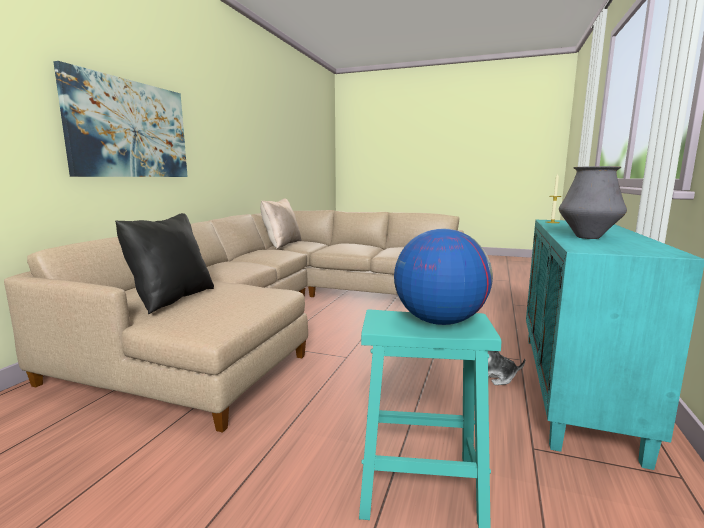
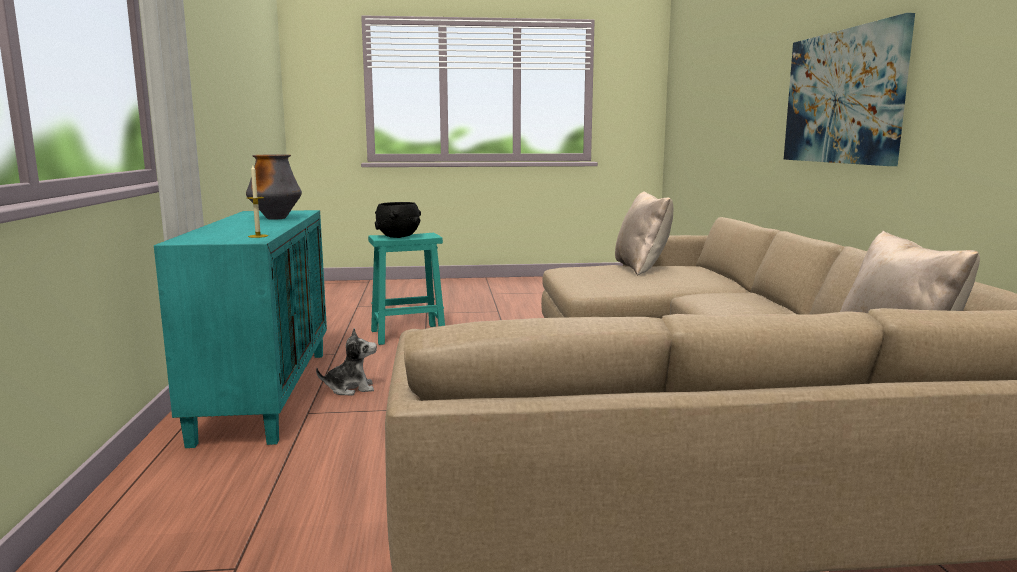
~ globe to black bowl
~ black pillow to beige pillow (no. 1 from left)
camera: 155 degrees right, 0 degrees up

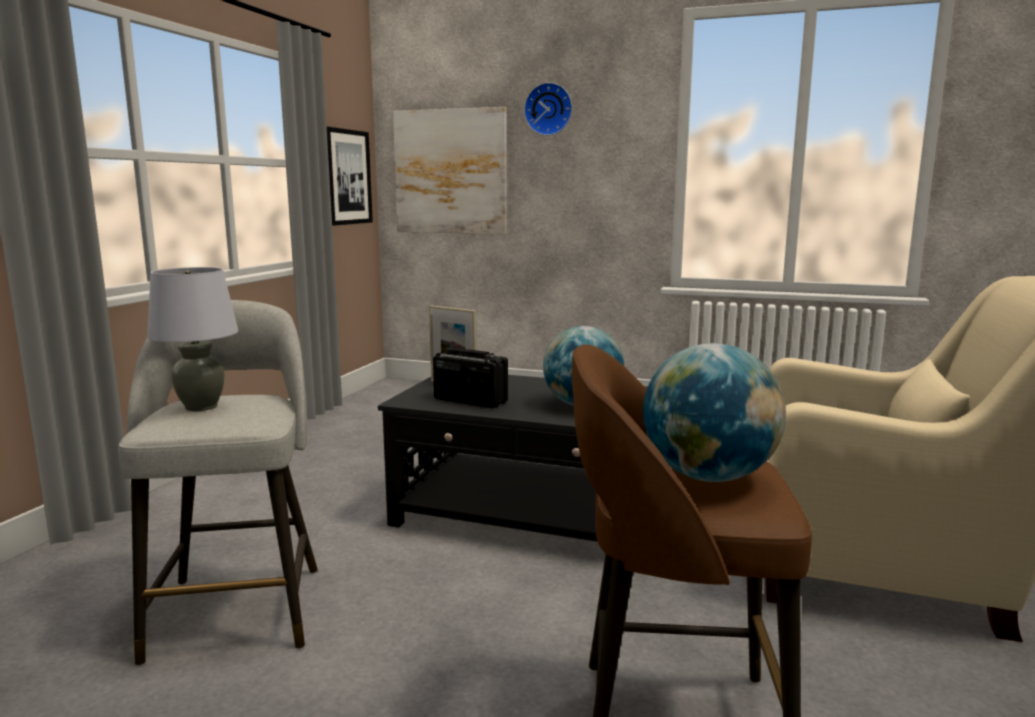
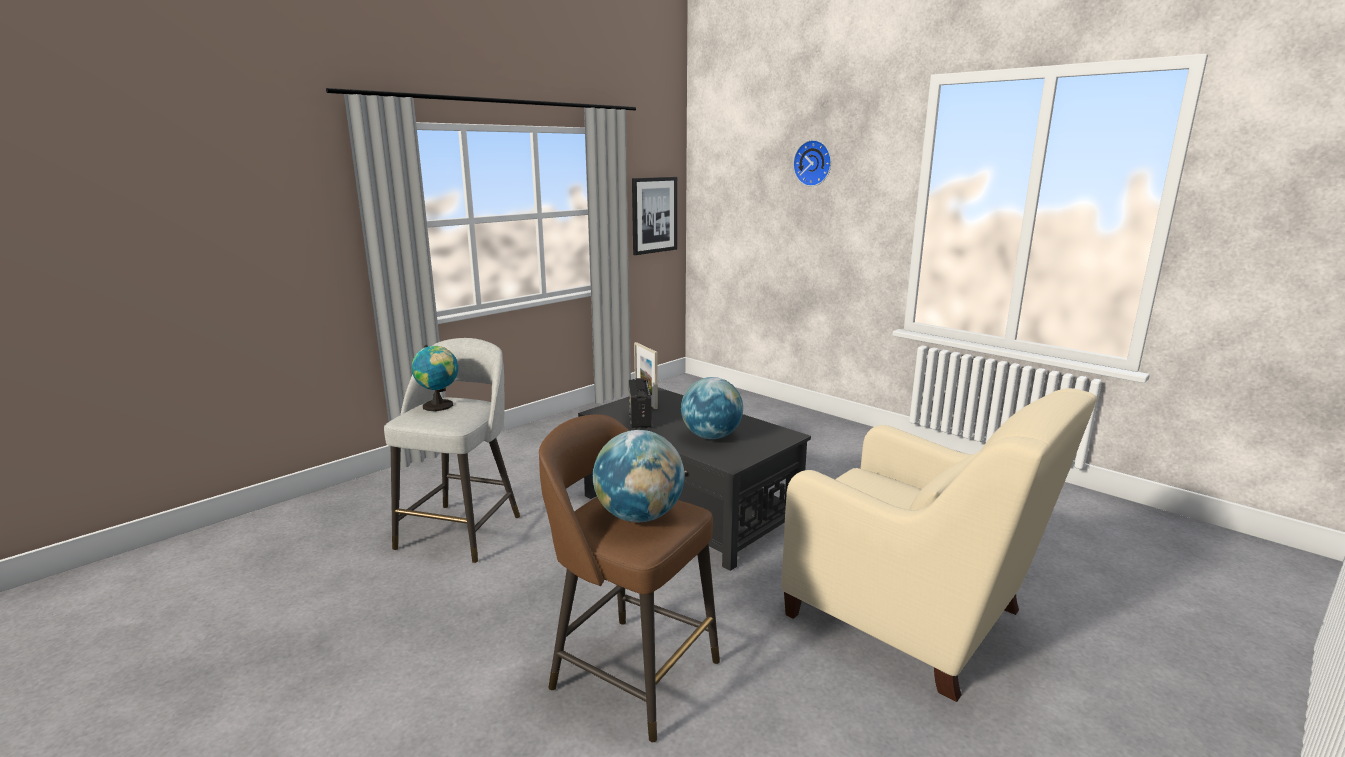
~ grey table lamp to globe (no. 1 from left)
~ radio 150 degrees counterclockwise
- picture (no. 2 from left)
camera: 25 degrees right, 5 degrees up

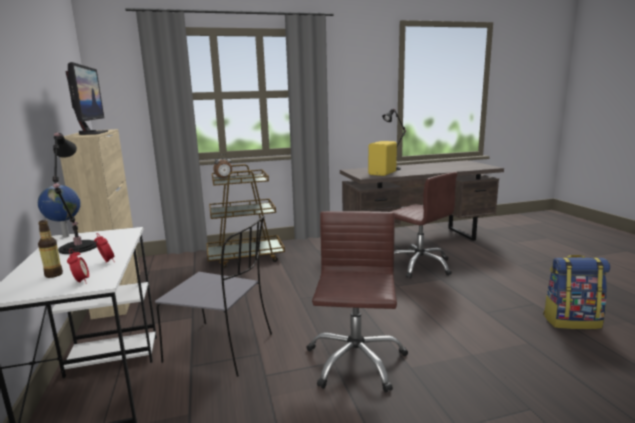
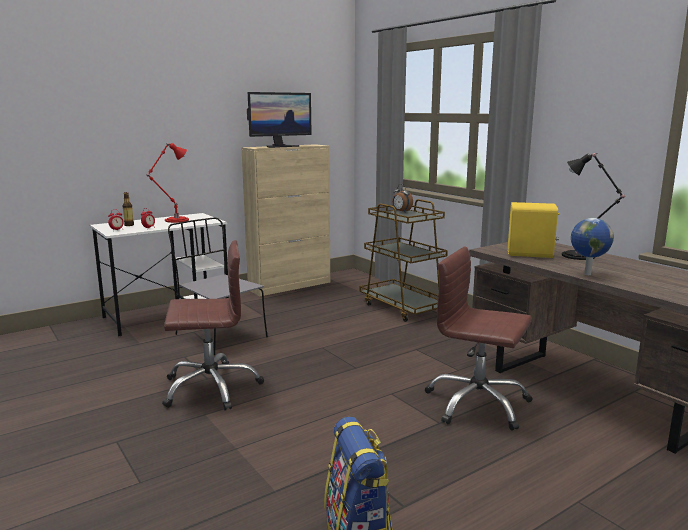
~ black table lamp (no. 1 from left) to red table lamp
~ grey chair 135 degrees clockwise
~ brown office chair (no. 2 from left) 90 degrees clockwise
~ globe
camera: 70 degrees right, 0 degrees up

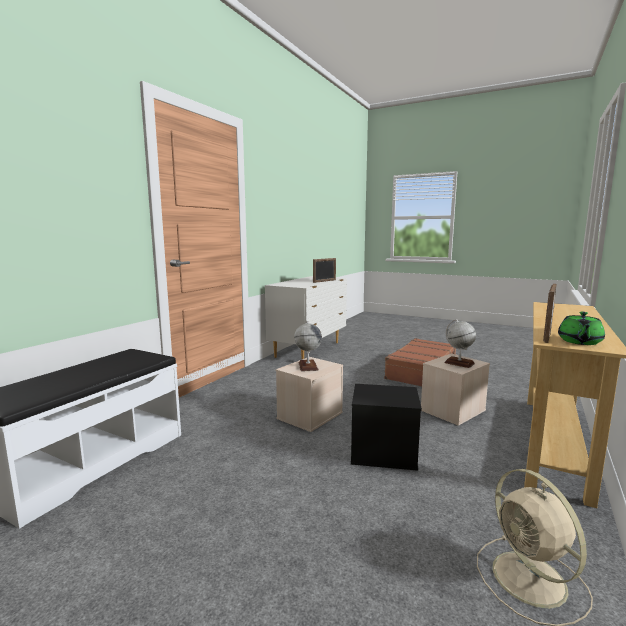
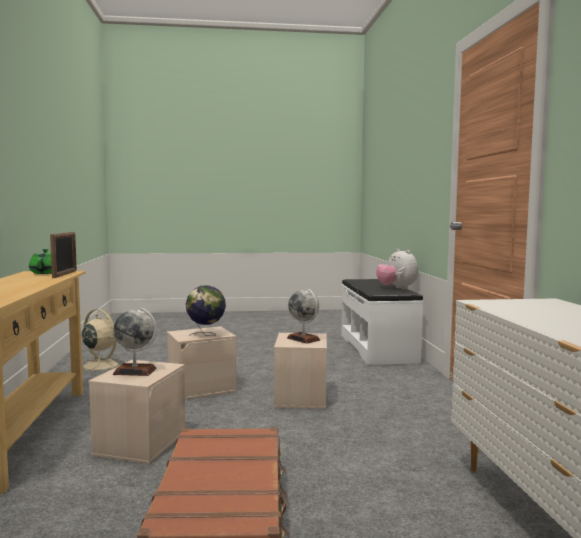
~ black storage box to beige storage box (no. 2 from left)
+ globe (no. 2 from left)
+ plush toy
- picture frame (no. 1 from left)
camera: 145 degrees right, 5 degrees down

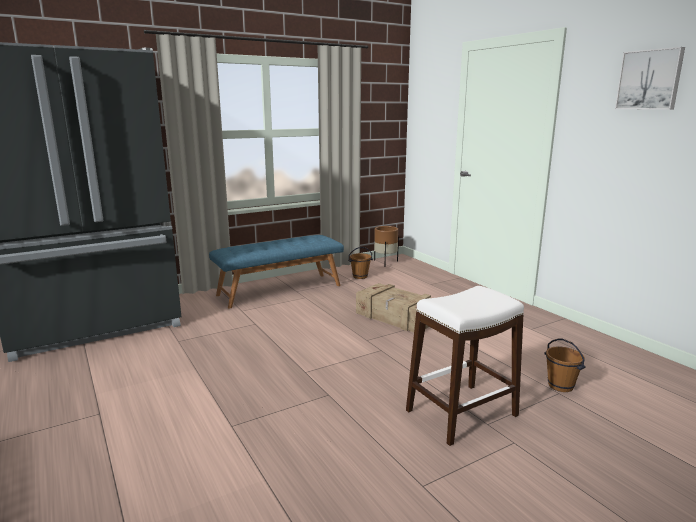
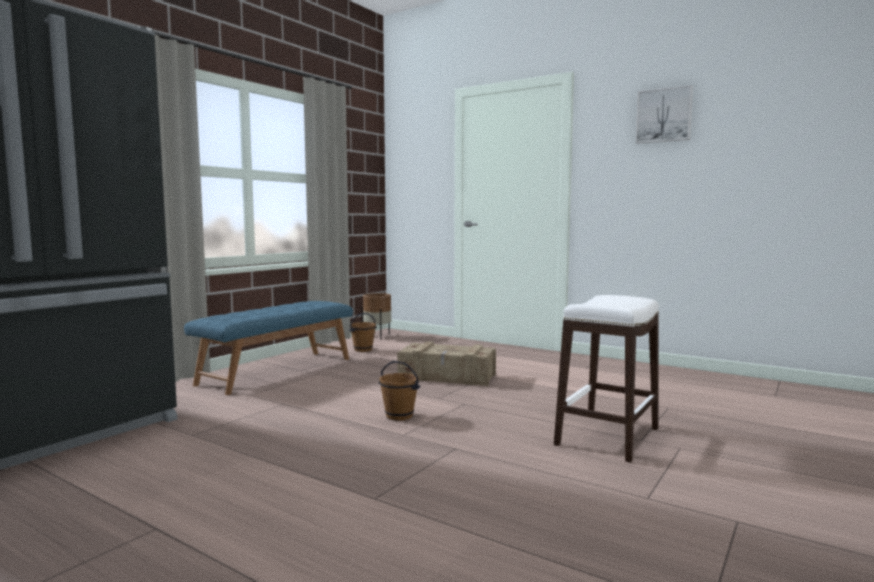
~ brown bucket (no. 2 from left)
camera: 25 degrees left, 10 degrees down

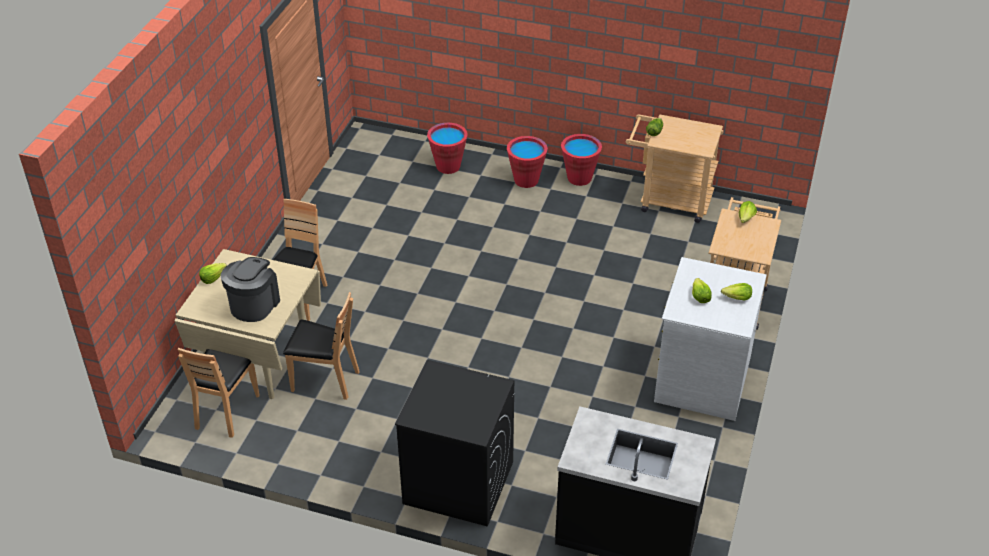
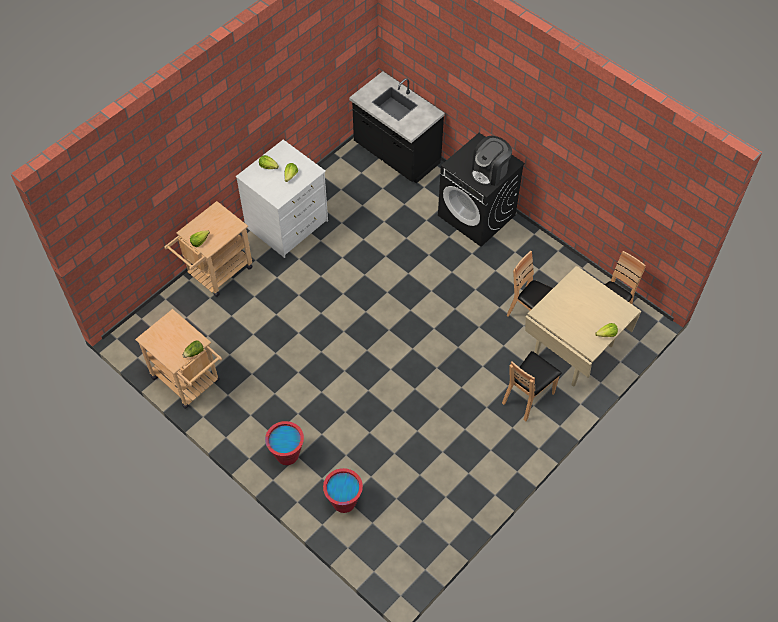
~ coffee machine
- red bucket (no. 3 from left)
camera: 155 degrees left, 15 degrees up

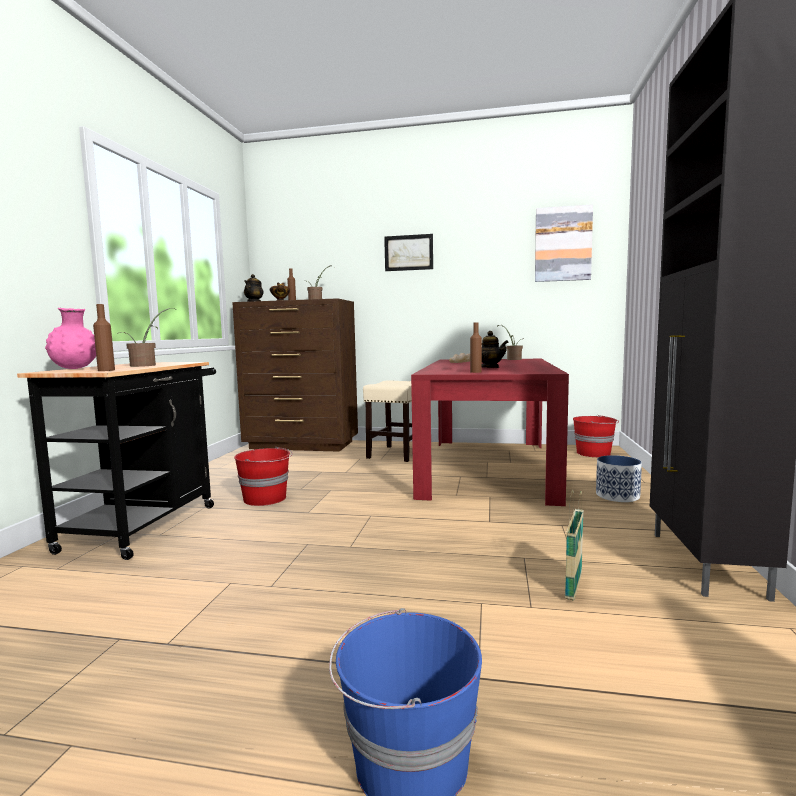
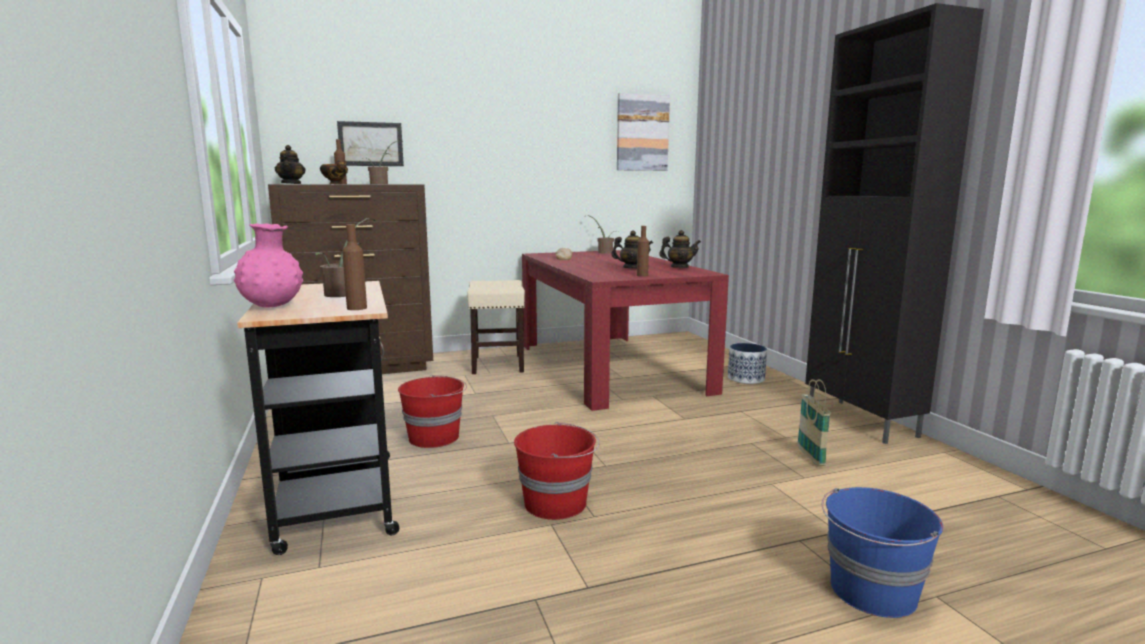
~ picture (no. 1 from left)
~ red bucket (no. 2 from left)
+ teapot (no. 3 from left)
camera: 30 degrees left, 5 degrees up

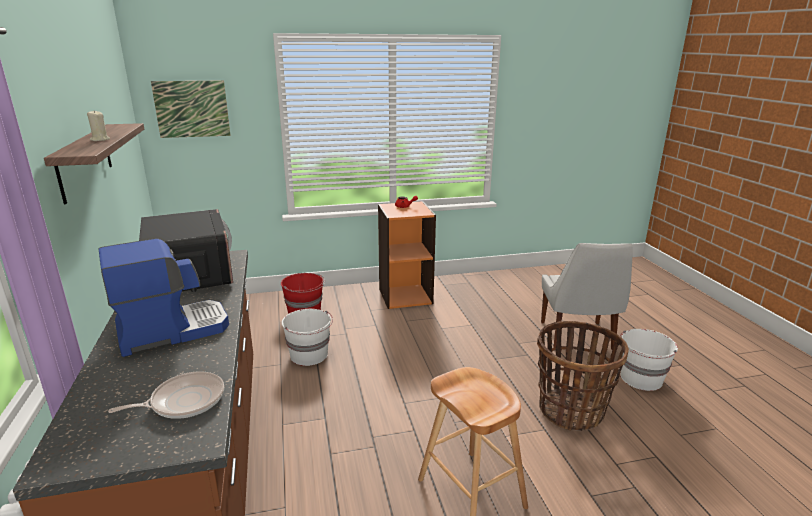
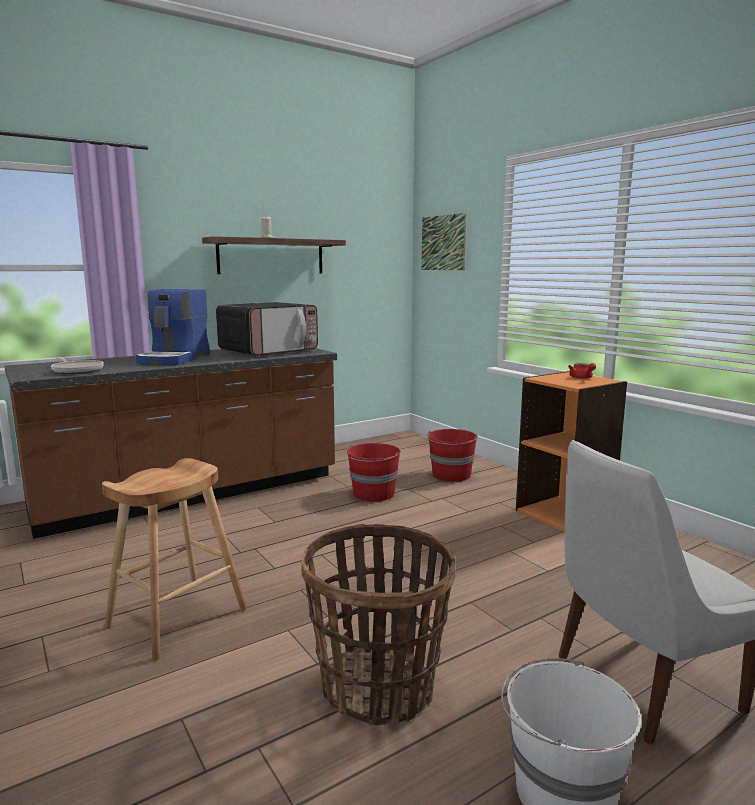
~ coffee machine 60 degrees clockwise
~ white bucket (no. 1 from left) to red bucket (no. 1 from left)
camera: 70 degrees right, 10 degrees down

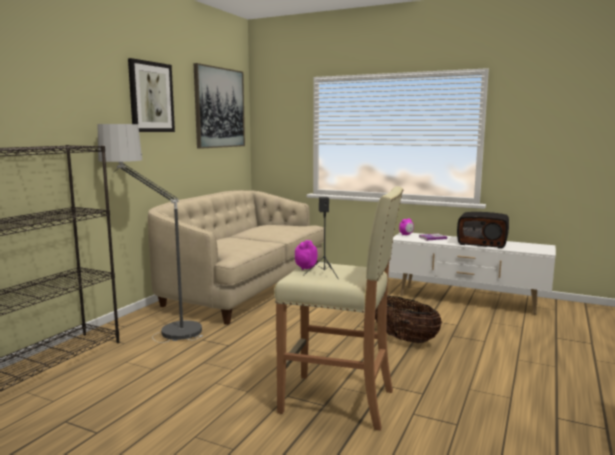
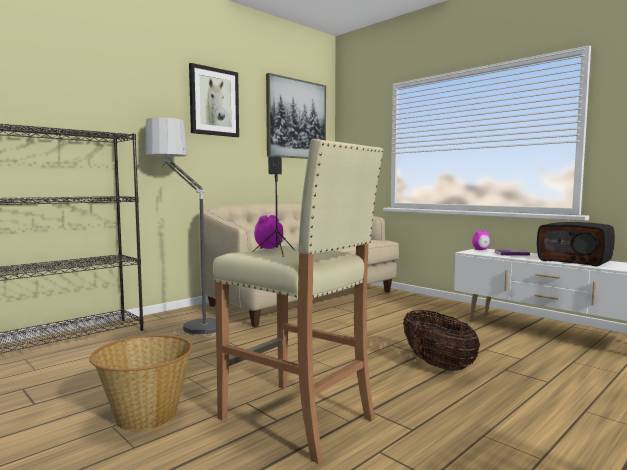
+ basket (no. 1 from left)
camera: 20 degrees right, 5 degrees down

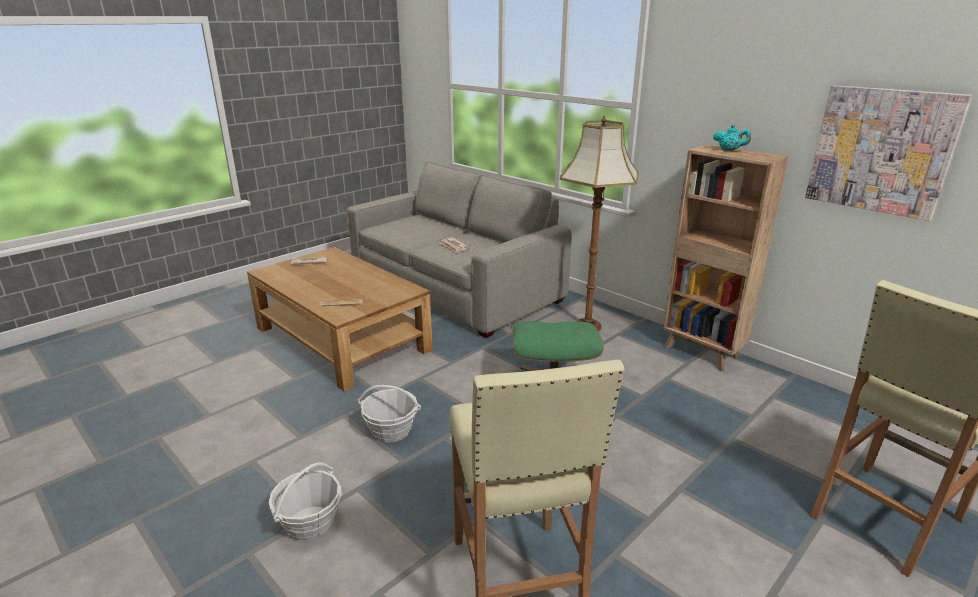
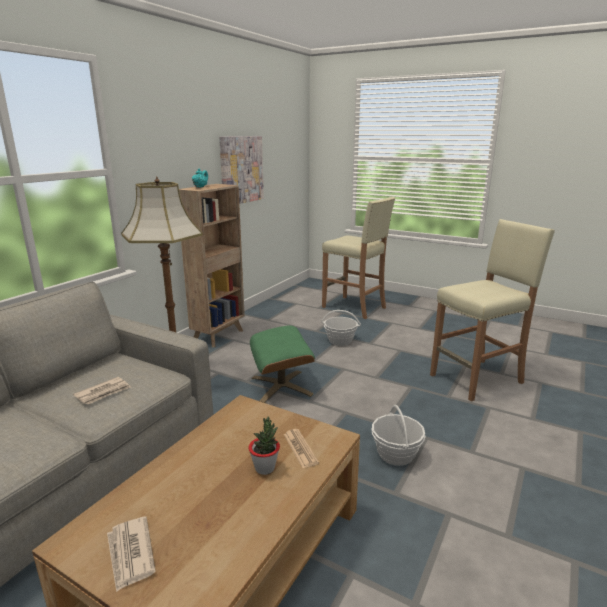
+ potted plant
~ basket (no. 1 from left)
camera: 105 degrees left, 5 degrees down

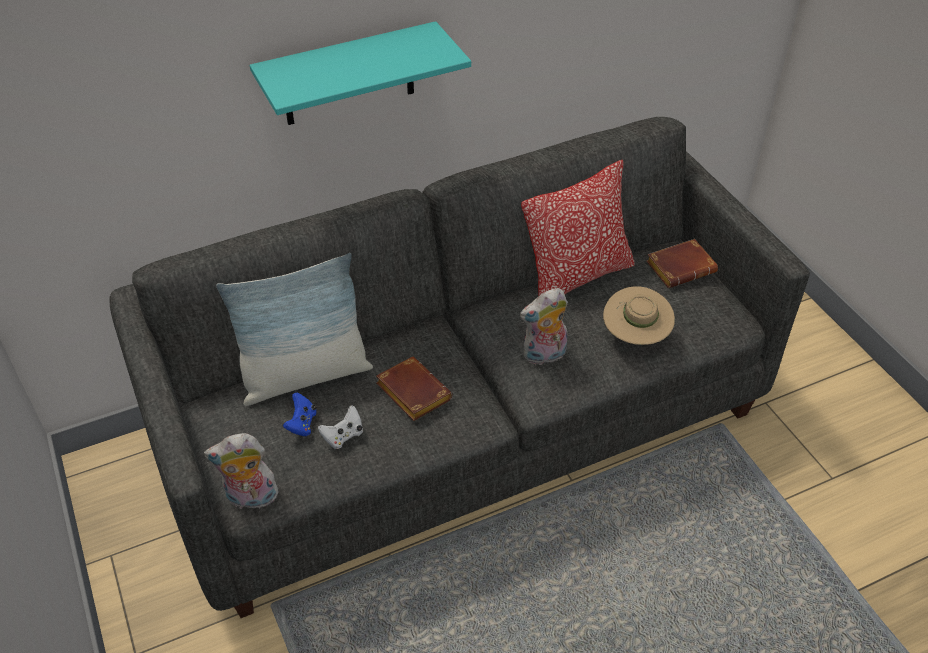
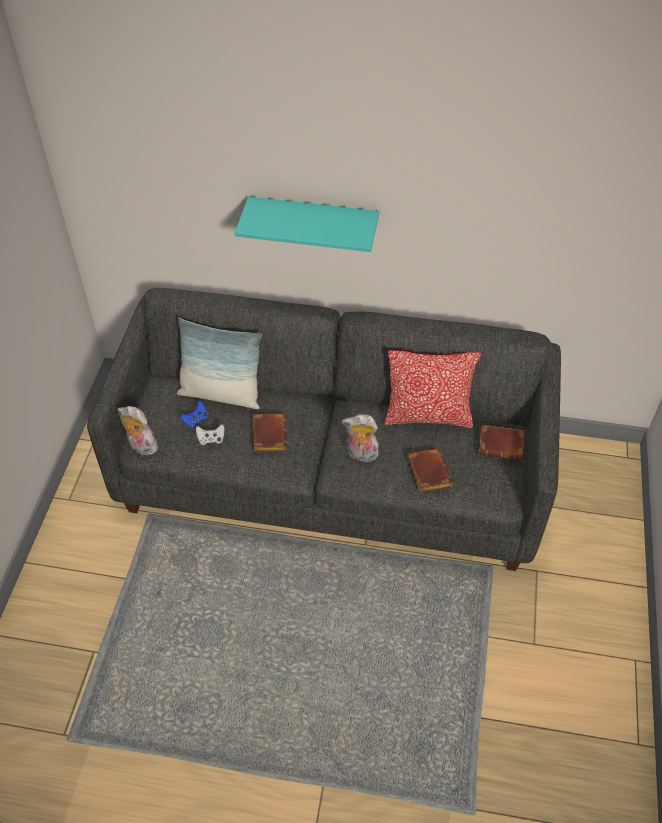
~ beige hat to brown book (no. 2 from left)
camera: 35 degrees right, 5 degrees up

